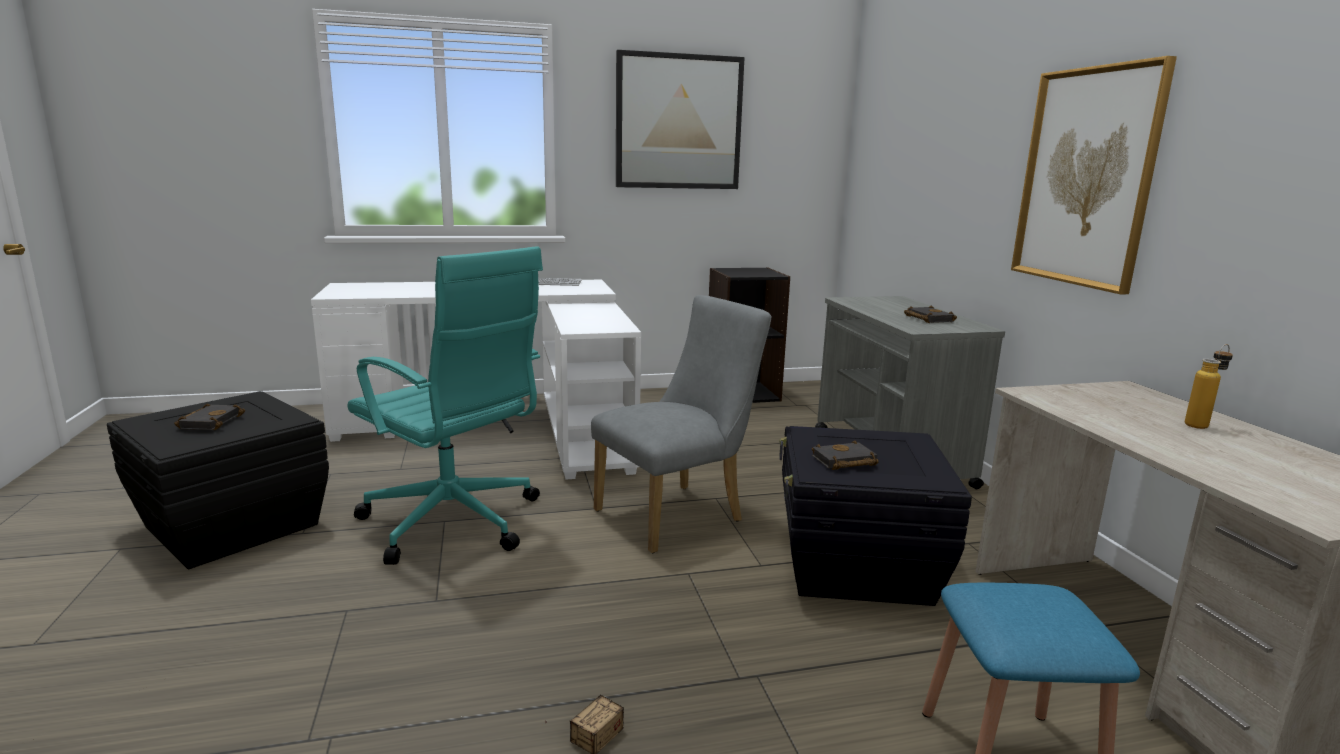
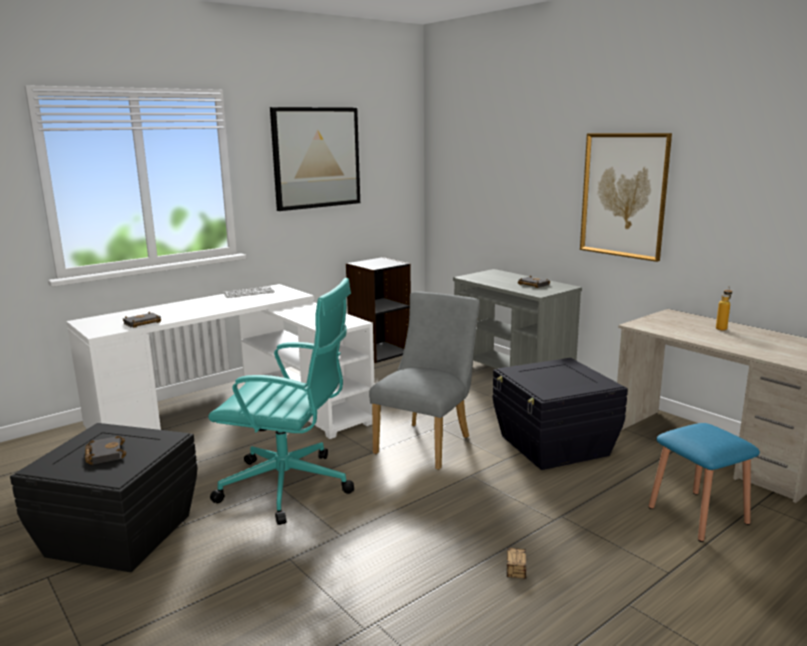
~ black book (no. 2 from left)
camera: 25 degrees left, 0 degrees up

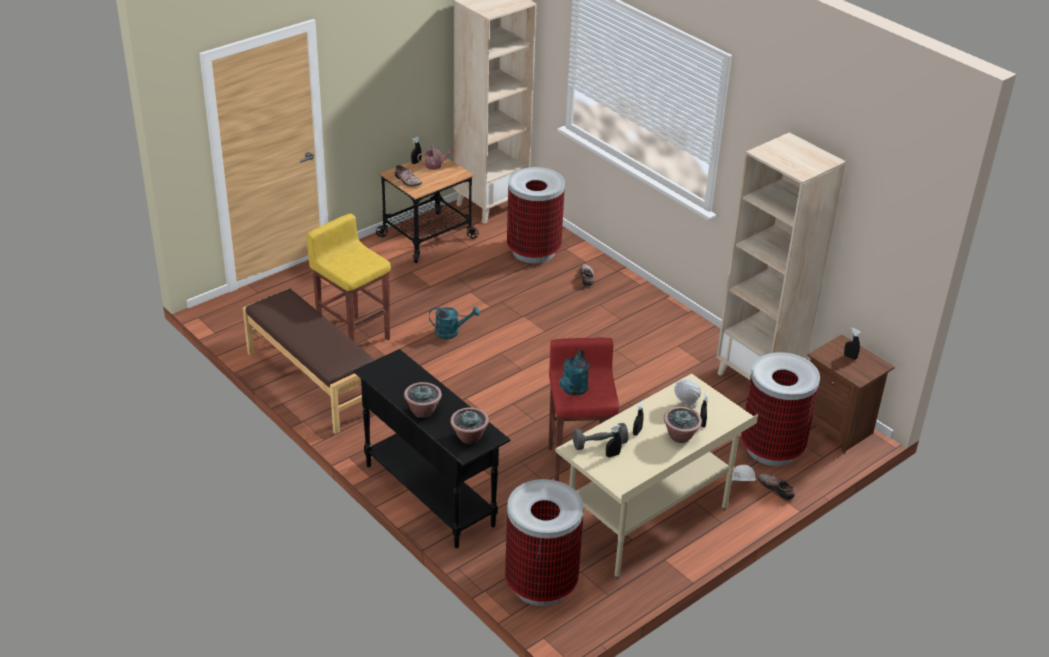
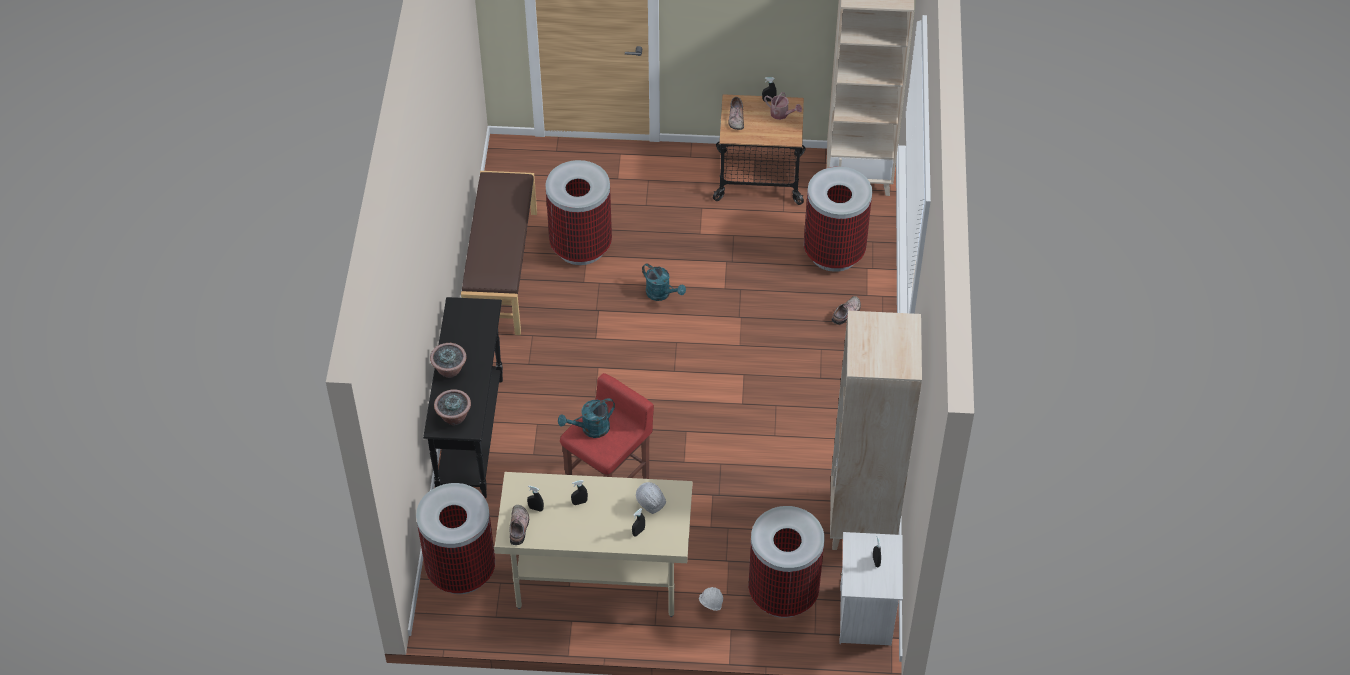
~ shoe (no. 3 from left in the first image) to shoe (no. 1 from left)
~ yellow stool to trash can (no. 2 from left)
~ brown nightstand to white nightstand
- grey dumbbell
- potted plant (no. 3 from left)
camera: 45 degrees right, 15 degrees up

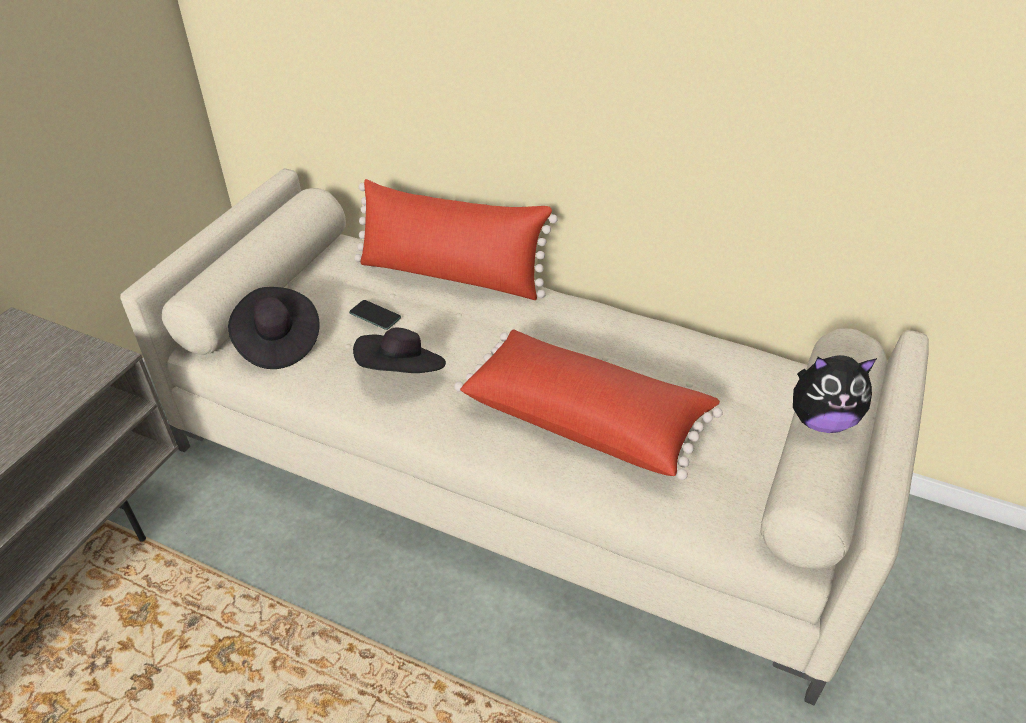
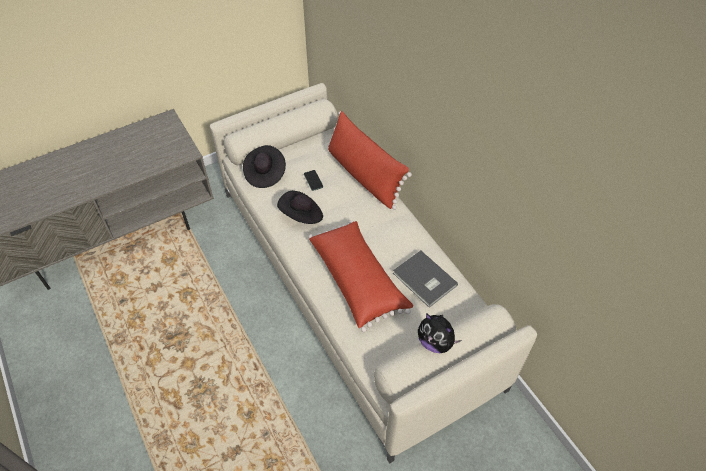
+ grey book
camera: 35 degrees right, 10 degrees up

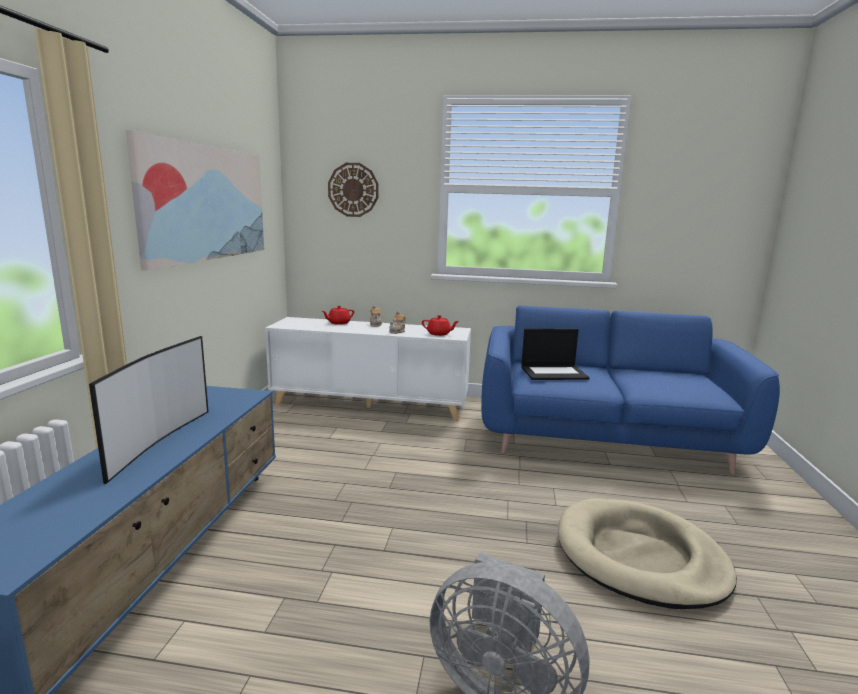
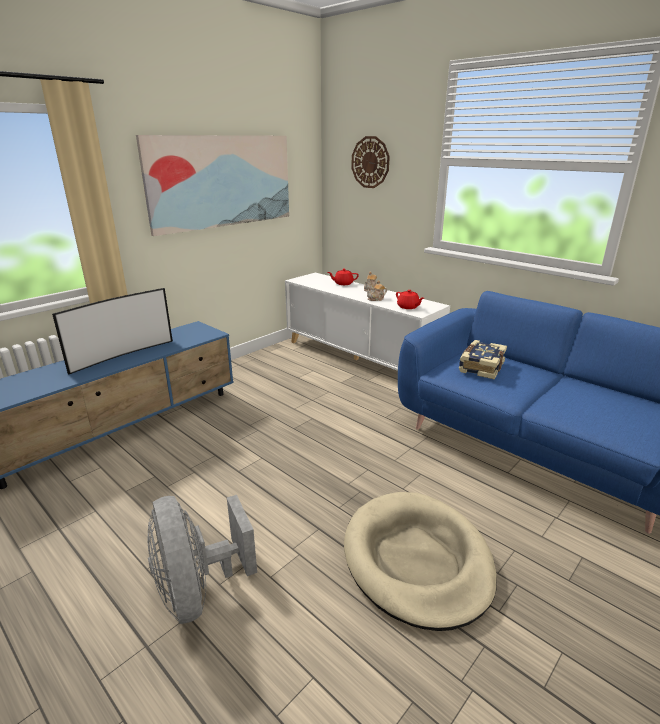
~ laptop to book
camera: 35 degrees right, 10 degrees up

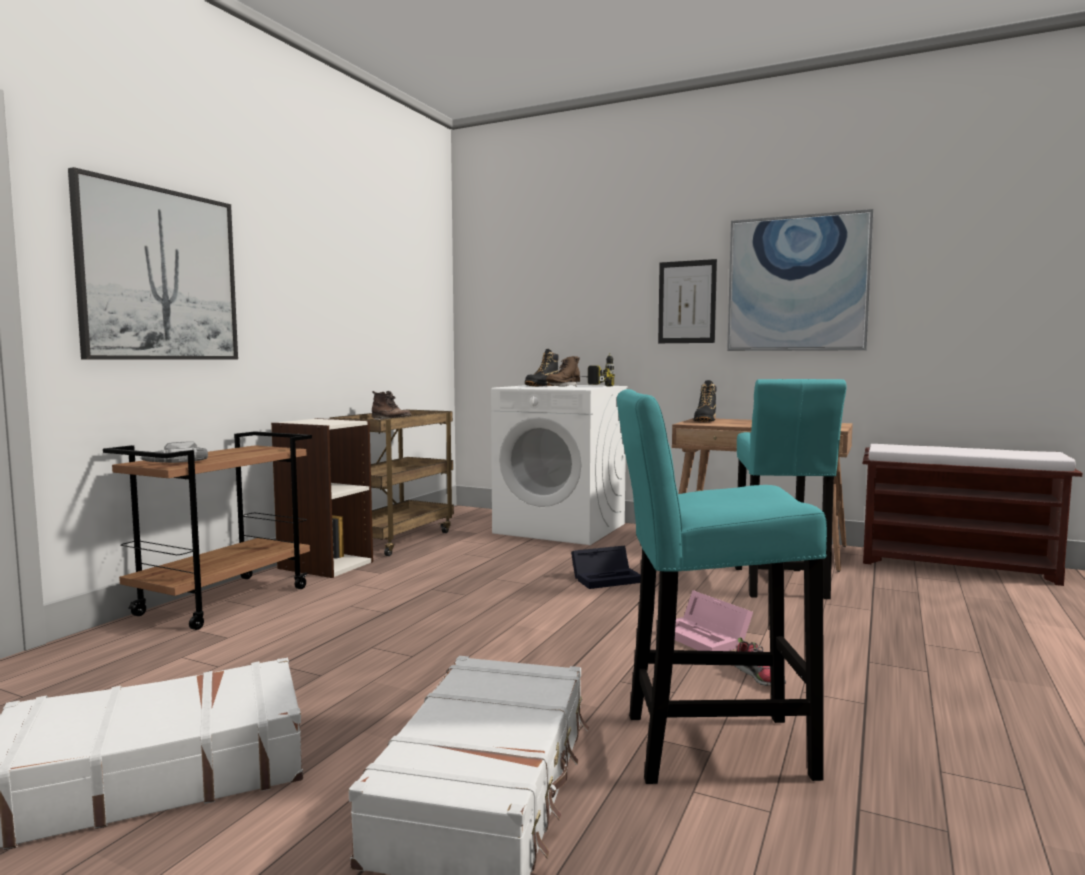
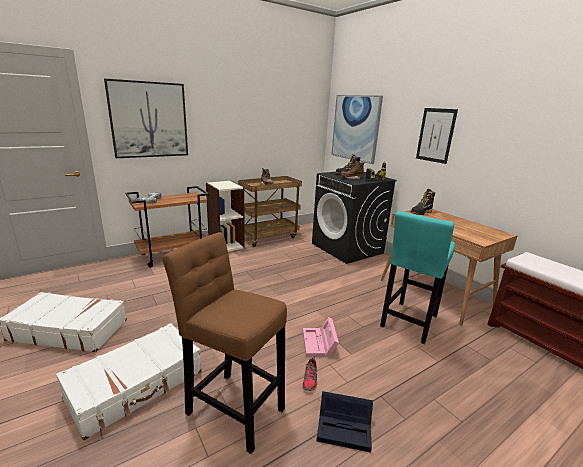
~ turquoise stool (no. 1 from left) to brown stool
~ white washing machine to black washing machine
~ black storage box
~ picture (no. 3 from left in the first image) to picture (no. 2 from left)
camera: 30 degrees right, 15 degrees up

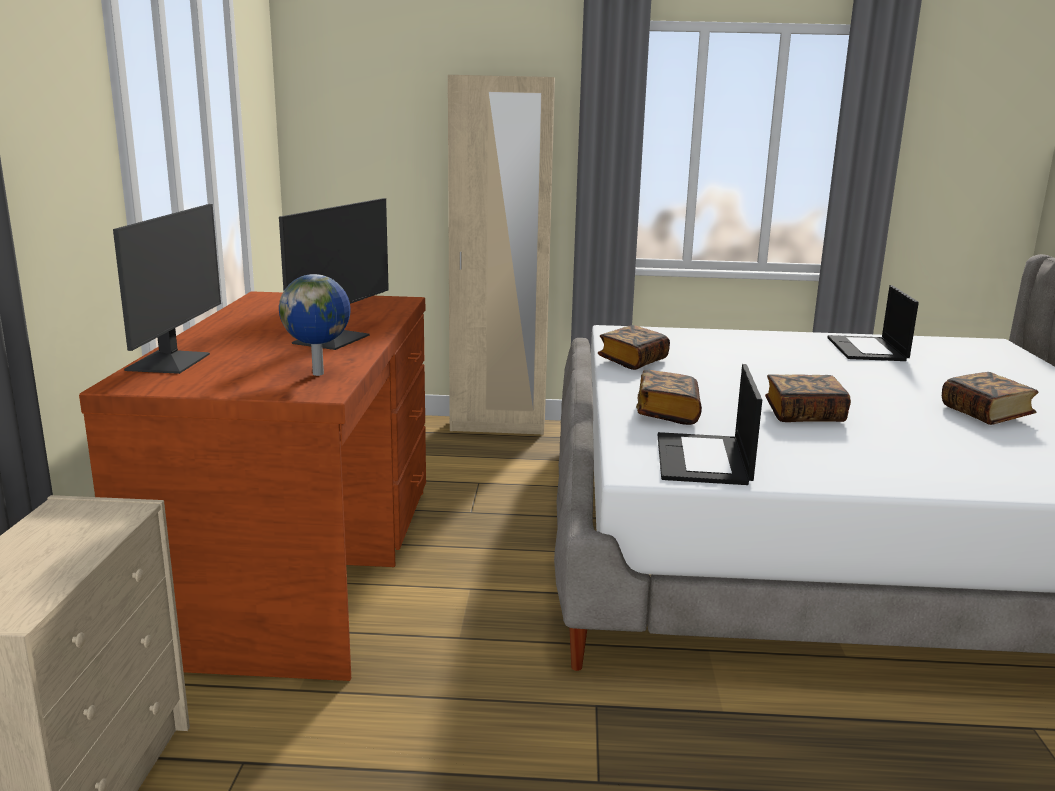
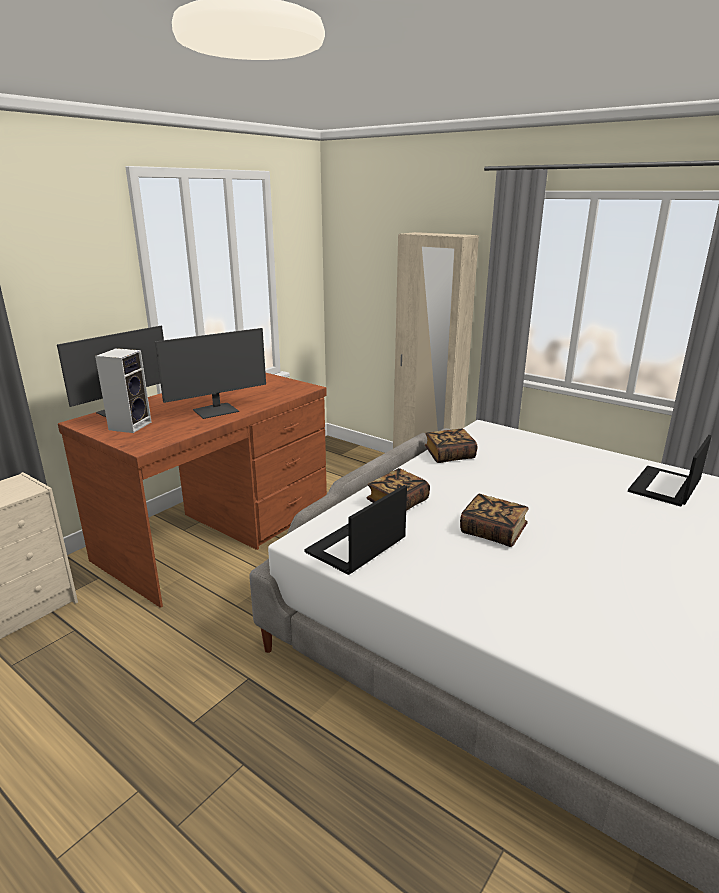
+ speaker
- globe
- book (no. 4 from left)
camera: 35 degrees right, 5 degrees up

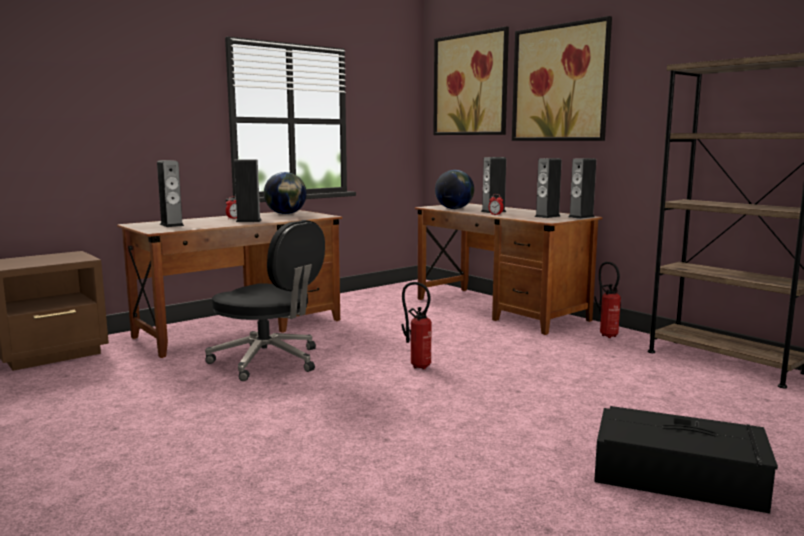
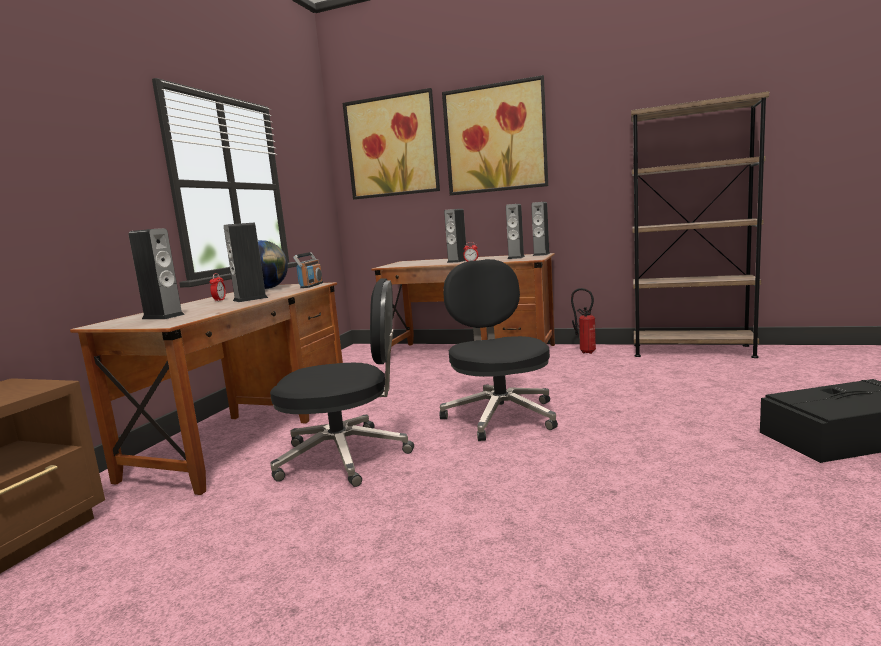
+ radio
~ fire extinguisher (no. 1 from left) to black office chair (no. 2 from left)
- globe (no. 2 from left)
camera: 30 degrees left, 0 degrees up

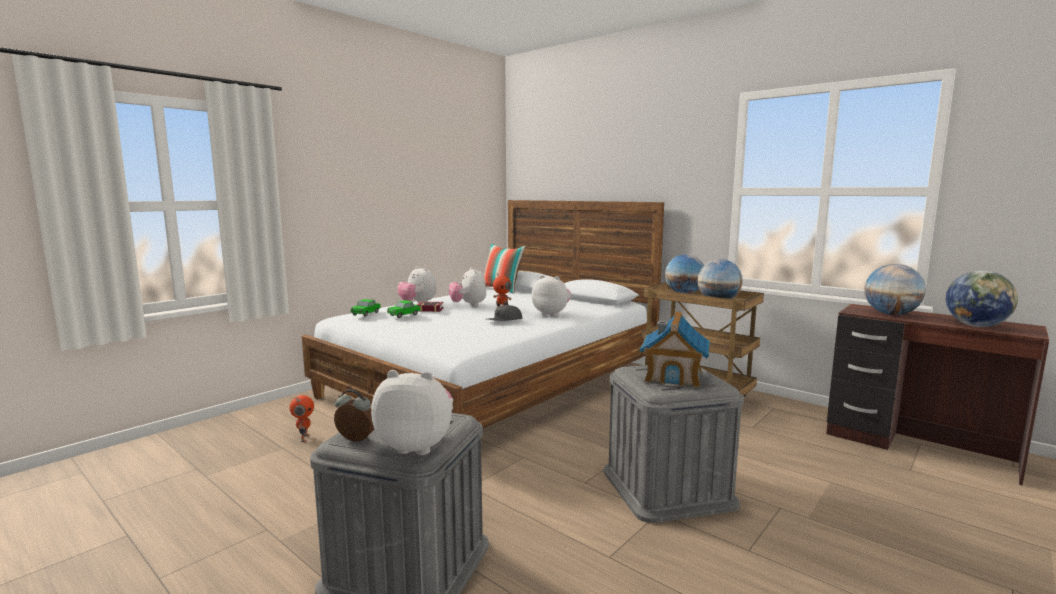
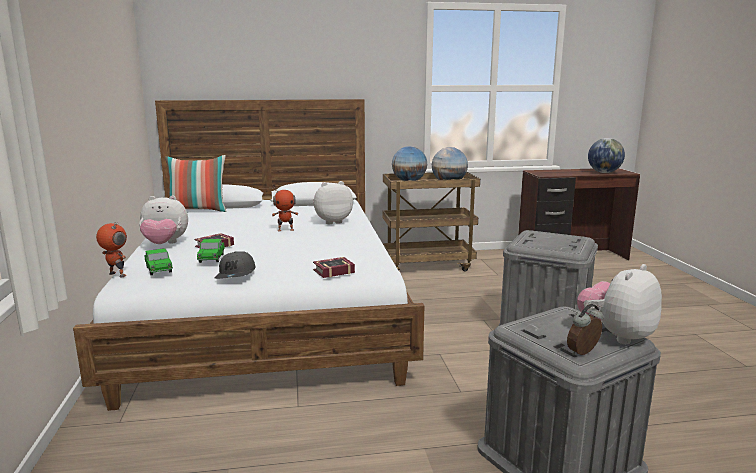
~ toy robot (no. 1 from left)
~ grey cap
+ book (no. 2 from left)
- plush toy (no. 3 from left)
- toy house
- globe (no. 3 from left)
camera: 50 degrees left, 5 degrees up

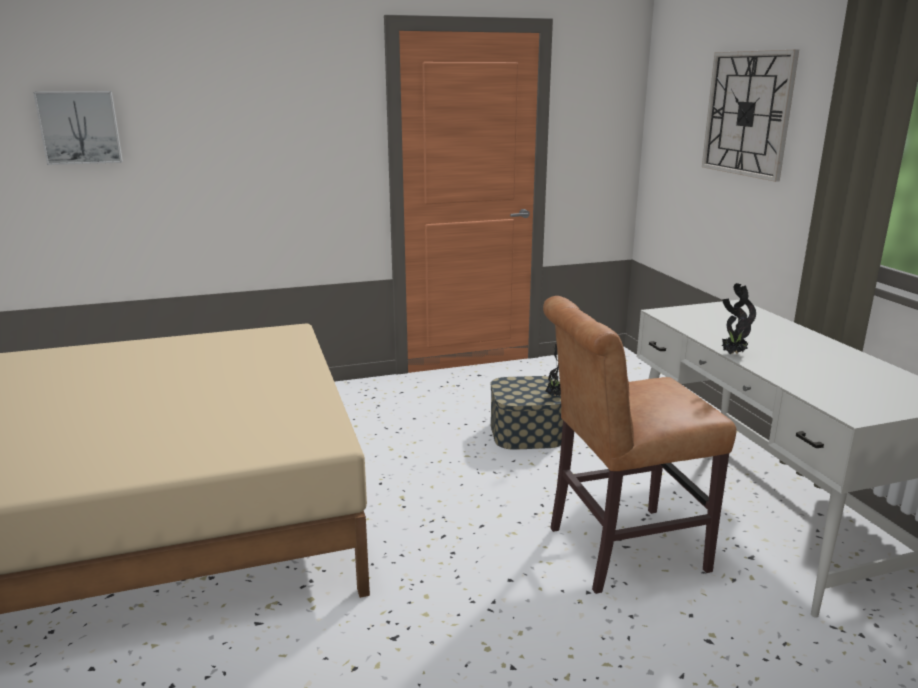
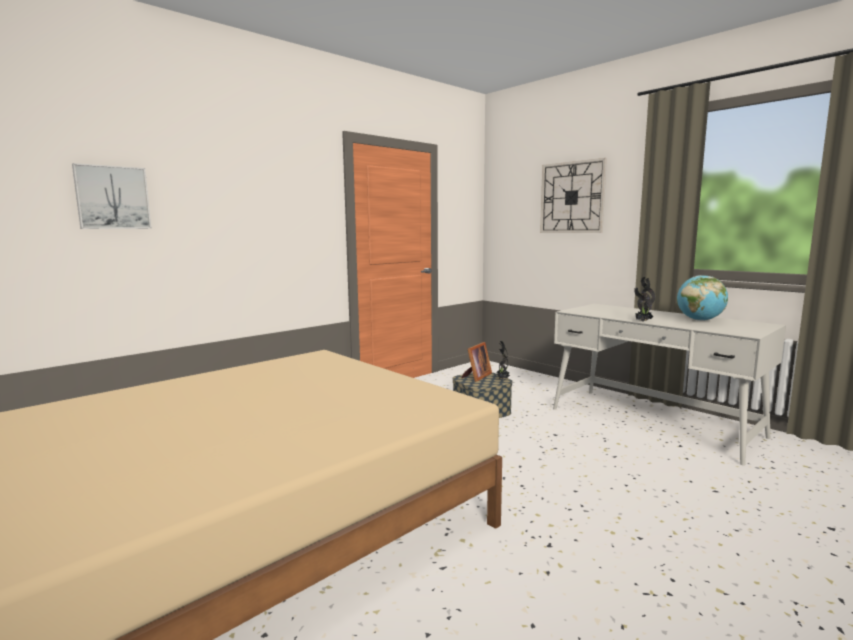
+ picture frame
+ globe
- brown chair
camera: 25 degrees left, 10 degrees down

